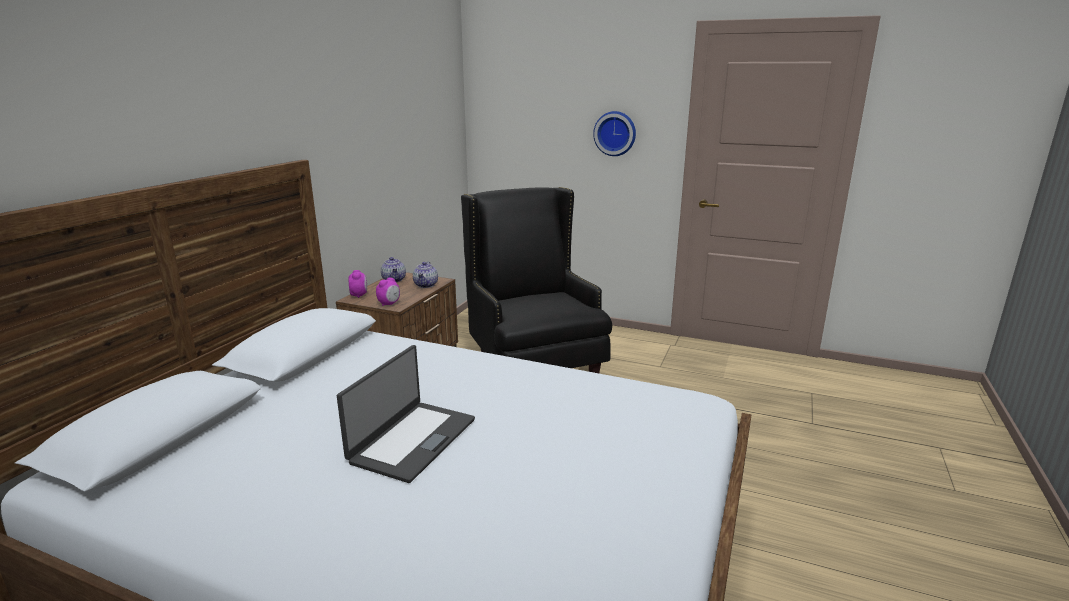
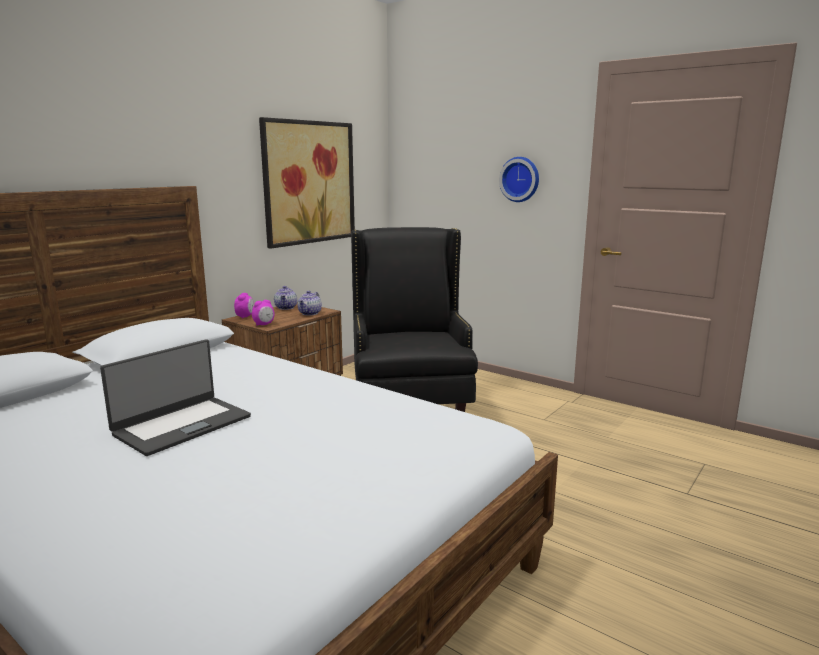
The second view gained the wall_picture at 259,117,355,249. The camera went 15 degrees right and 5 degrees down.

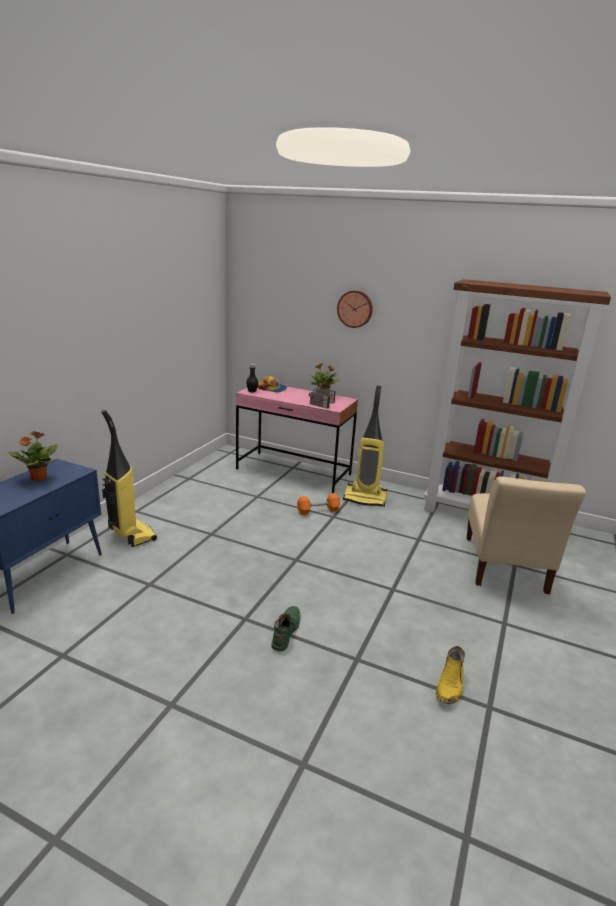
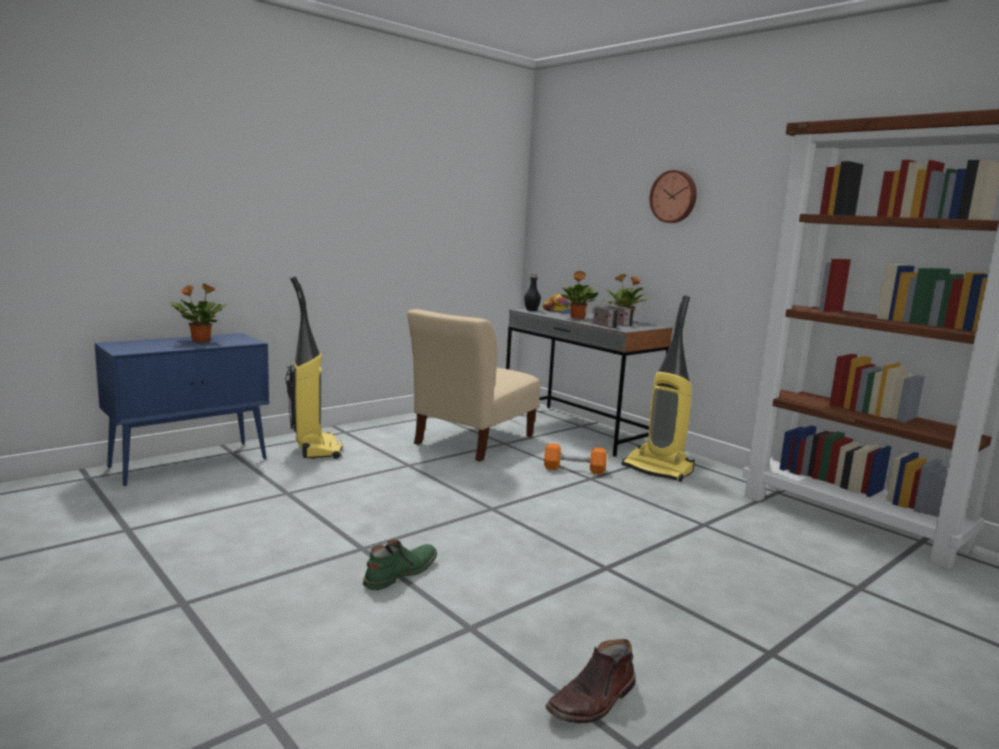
What was the pink_desk_table at 236,382,358,493 turned into the grey_desk_table at 506,308,673,457. What was the yellow-coloured_tall_boot at 436,646,465,704 turned into the brown-coloured_tall_boot at 546,639,636,723. The beige_chair ended up elsewhere, having gone from 467,477,586,594 to 407,309,540,461. The second view gained the houseplant at 560,271,598,319. The camera went 25 degrees right and 10 degrees down.

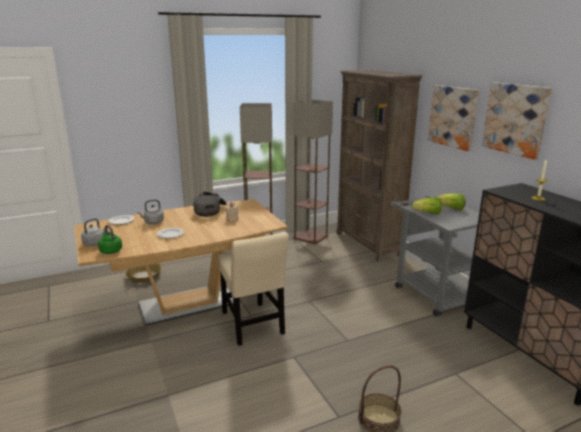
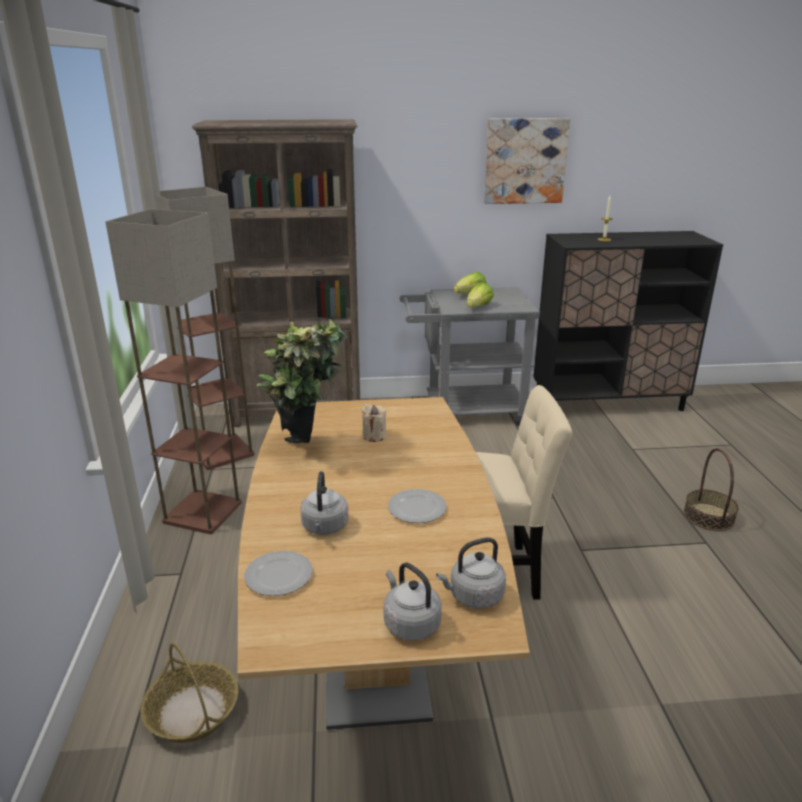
What was the greenish_tea_kettle at 98,225,122,254 turned into the grey_tea_kettle at 436,537,506,609. Where the stockpot stood at 192,192,227,217, the houseplant came to stand at 257,320,347,444. The second view lost the wall_picture at 428,85,479,151. The camera went 70 degrees left and 5 degrees up.

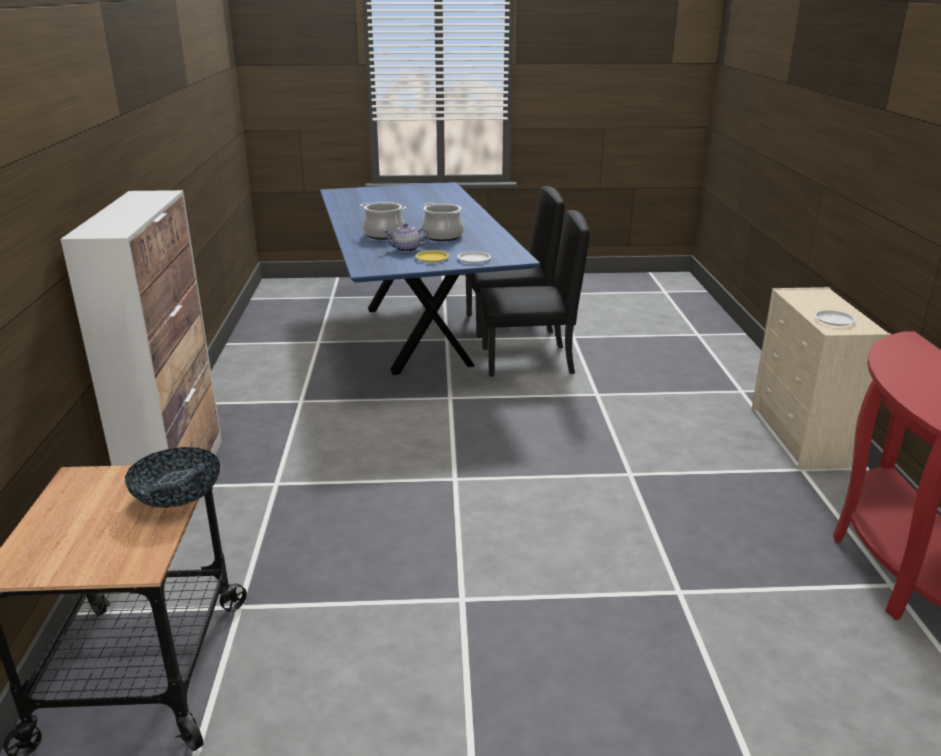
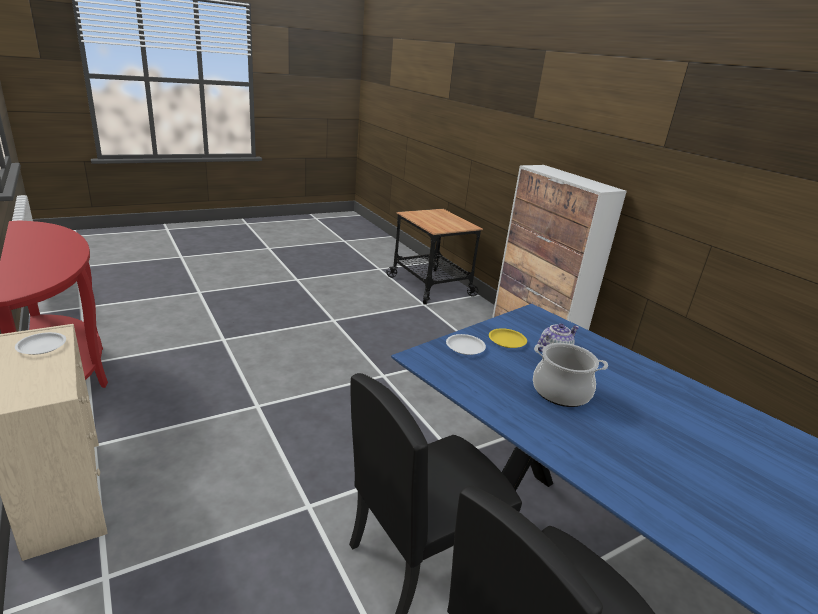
The second view lost the serving_bowl at 125,447,220,508. The second view lost the stockpot at 360,202,406,240. The camera went 150 degrees right and 0 degrees up.

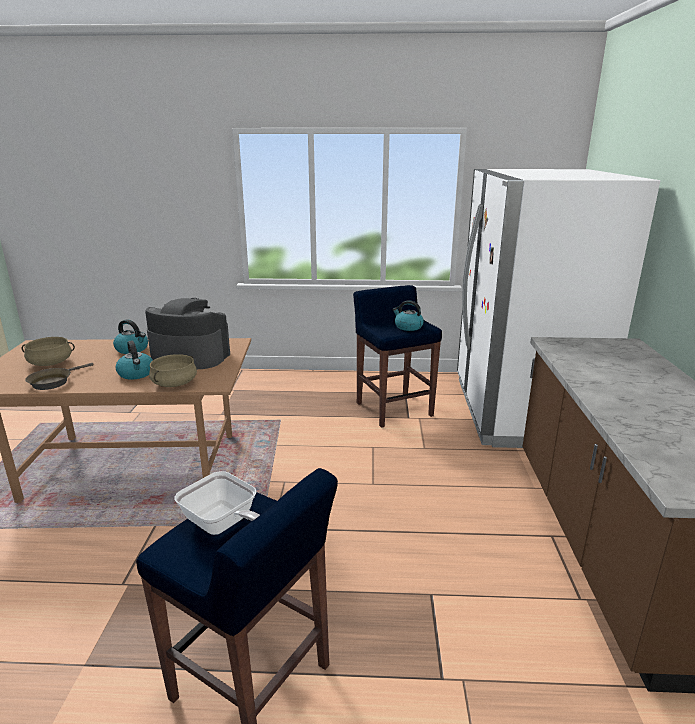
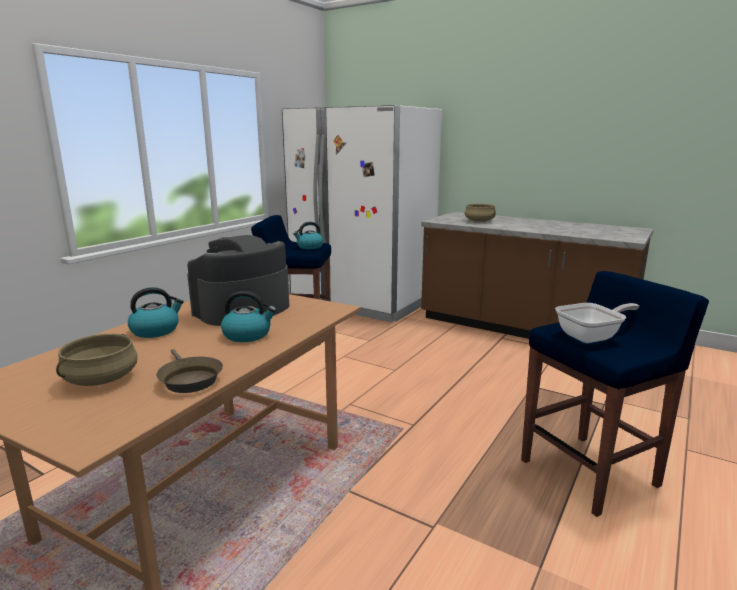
The beige_stockpot ended up elsewhere, having gone from 149,354,197,387 to 465,204,496,222. The camera went 60 degrees left and 5 degrees down.

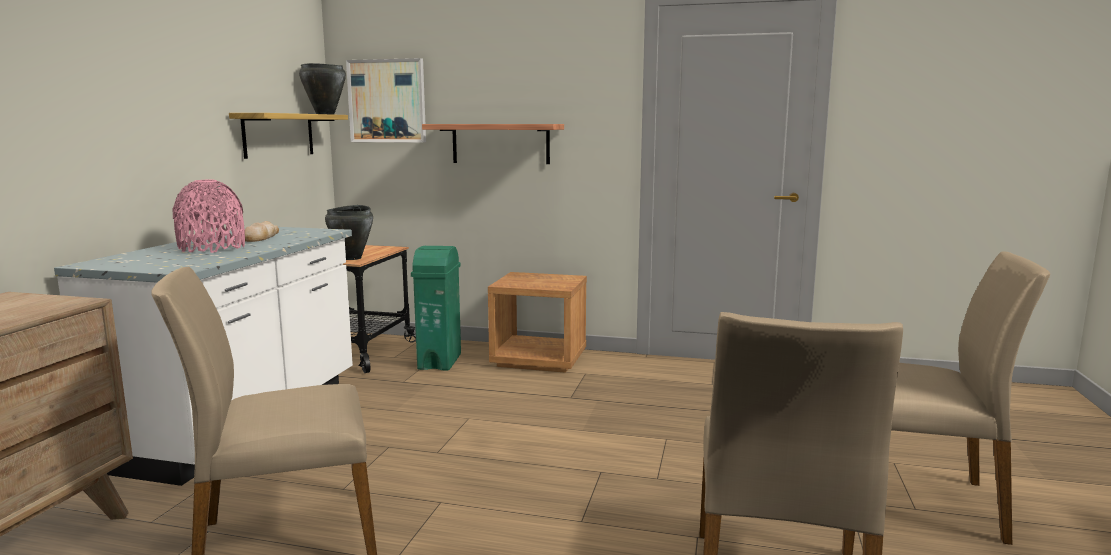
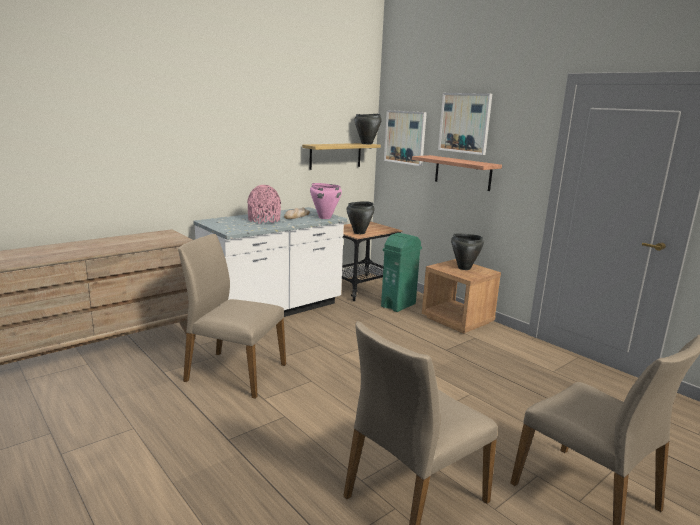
The second view gained the pink_stockpot at 310,183,342,219. The second view gained the wall_picture at 438,93,492,155. The second view gained the blackish_stockpot at 451,234,484,270. The camera went 35 degrees right and 5 degrees up.

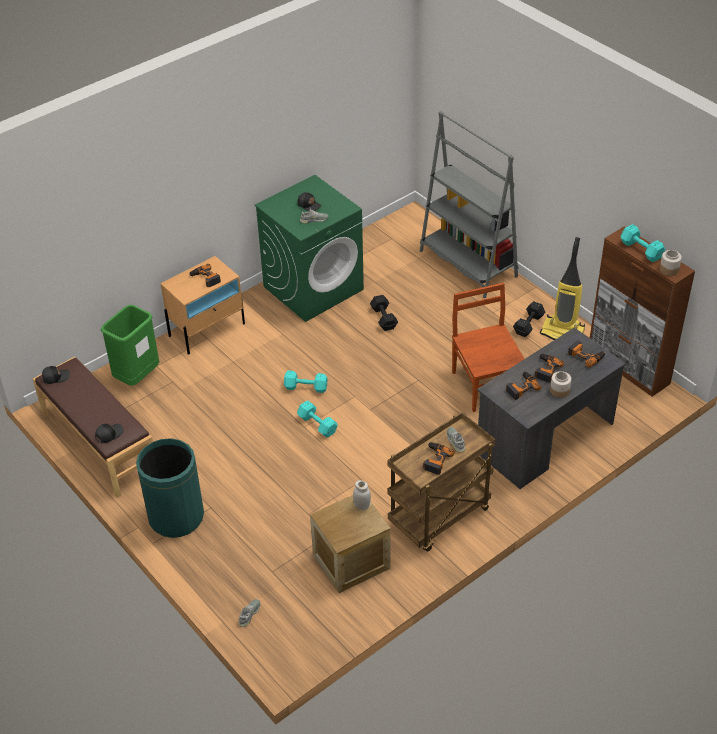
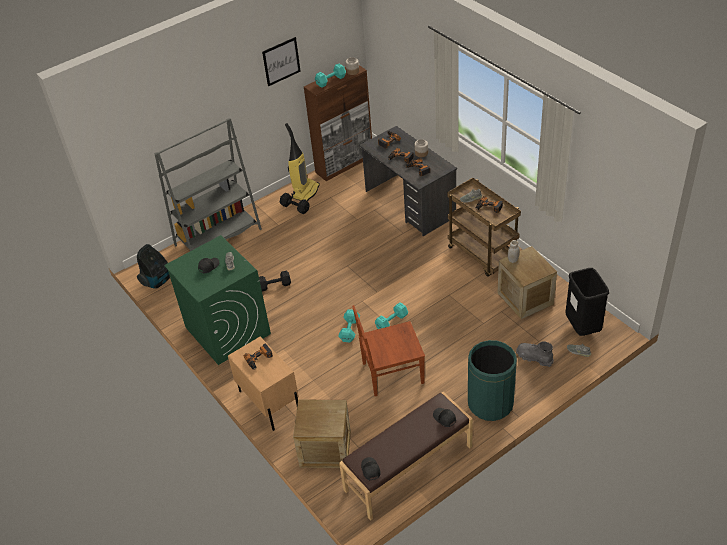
Where the greenish_rubbish_bin stood at 101,305,159,386, the shipping_crate came to stand at 293,400,351,468. The brown-coloured_chair ended up elsewhere, having gone from 452,283,524,412 to 352,305,425,396. The second view gained the vacuum_cleaner at 137,244,170,289. The second view gained the wall_picture at 262,37,301,86. The second view gained the grey_tall_boot at 516,341,554,367. The second view gained the blackish_rubbish_bin at 566,268,609,336. The camera went 85 degrees left and 0 degrees up.

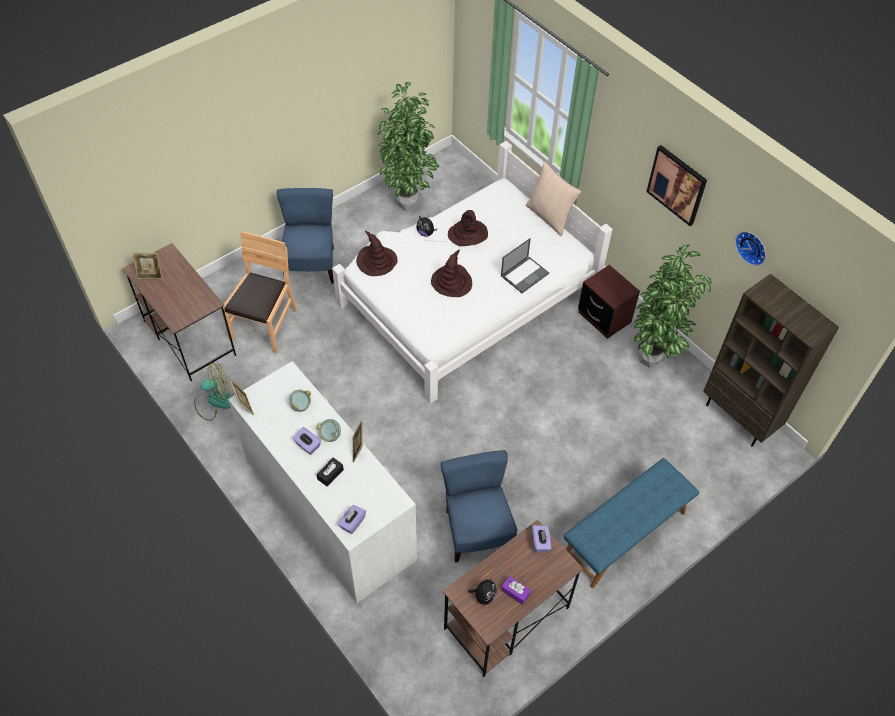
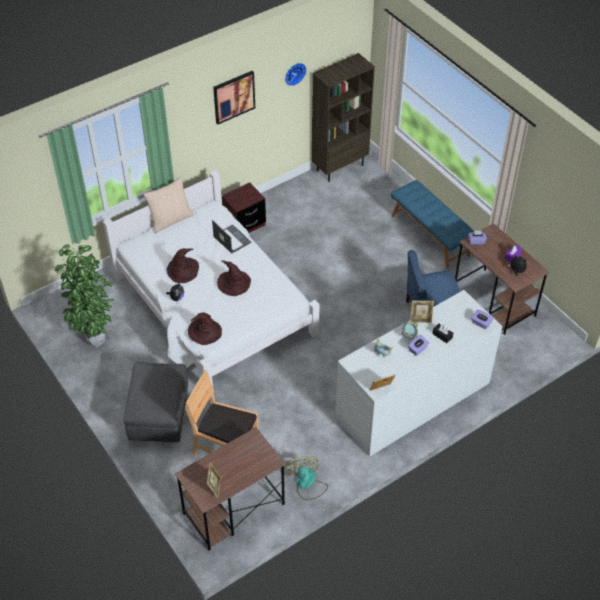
Where the blue-coloured_chair stood at 277,188,334,284, the grey_ottoman came to stand at 123,362,188,442. The second view lost the houseplant at 634,244,712,368. The camera went 85 degrees left and 5 degrees down.

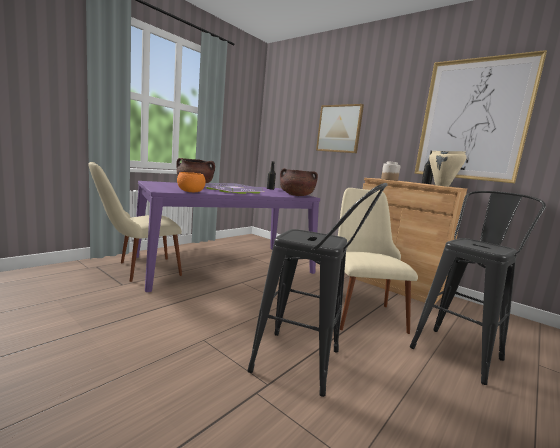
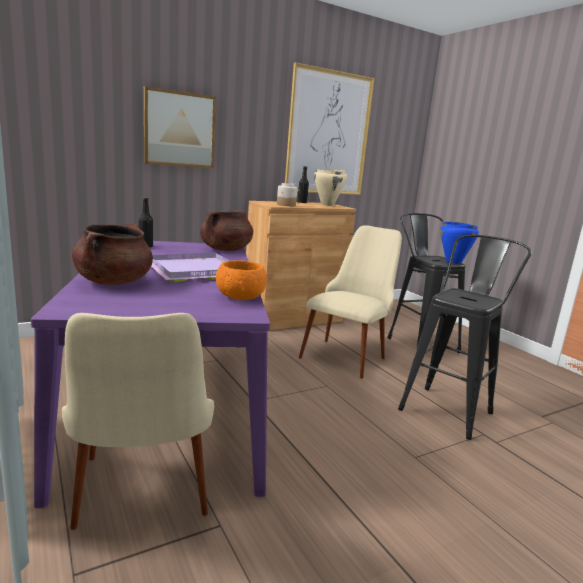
The beige_chair at 338,188,418,334 ended up facing another way, 105 degrees clockwise from before. The second view gained the blue-coloured_stockpot at 440,222,479,264. The camera went 70 degrees left and 5 degrees up.

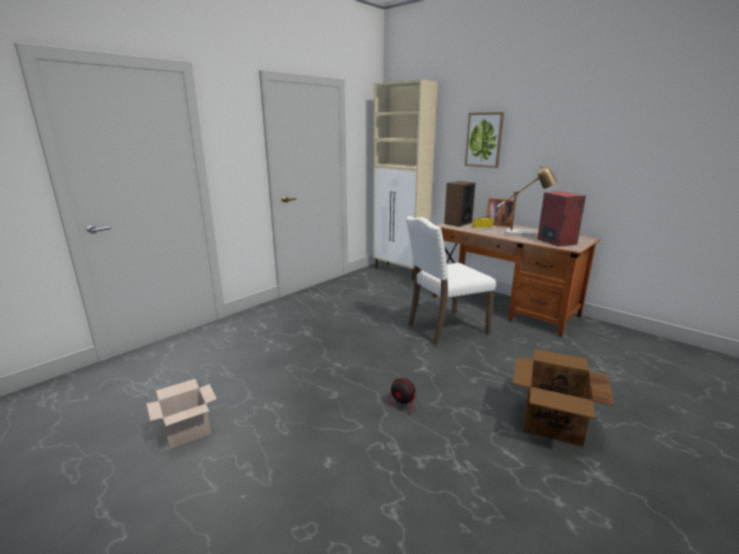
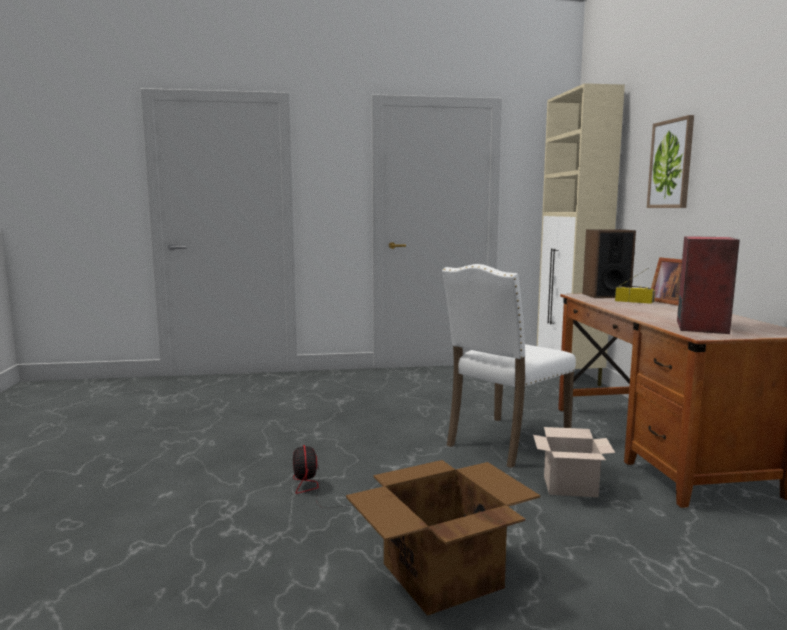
The cardboard_box ended up elsewhere, having gone from 146,379,217,449 to 533,427,615,497. The white_chair at 405,216,496,346 ended up facing another way, 60 degrees counterclockwise from before. The second view lost the tabletop_lamp at 497,166,557,237. The camera went 40 degrees right and 10 degrees down.

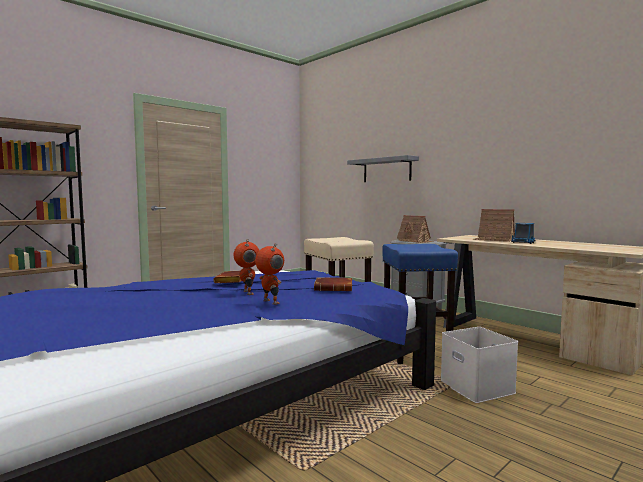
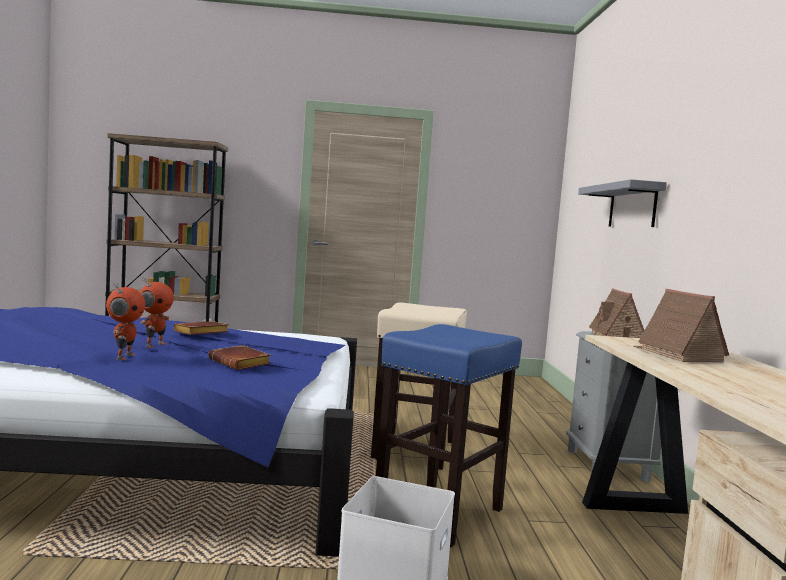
The second view lost the model_truck at 511,223,535,244. The camera went 40 degrees right and 0 degrees up.

